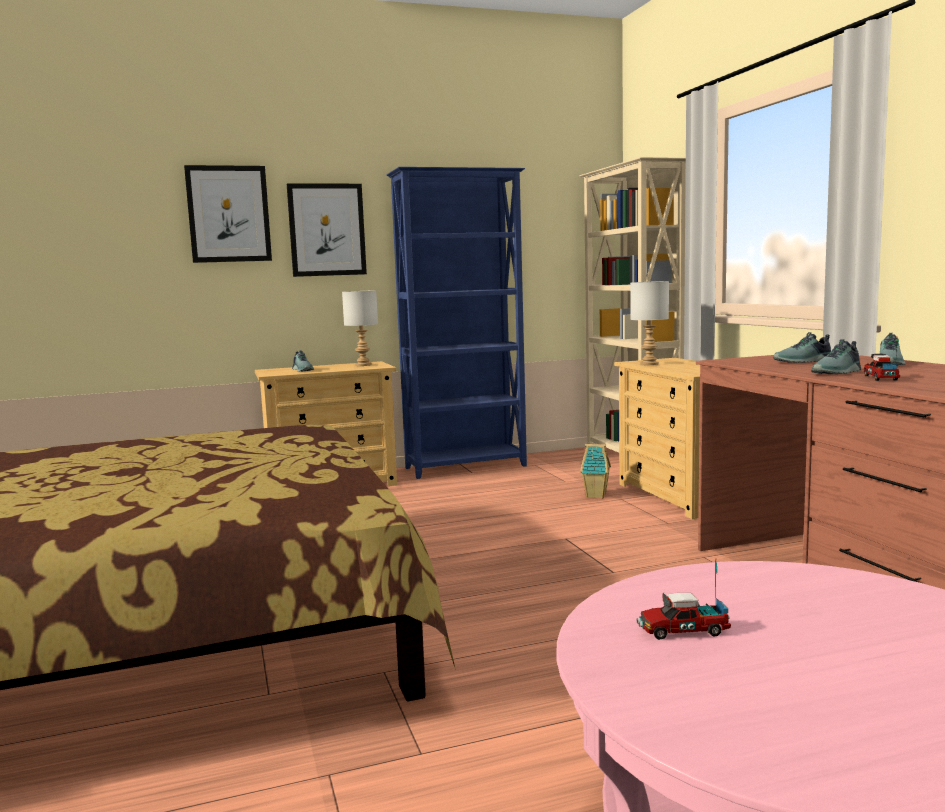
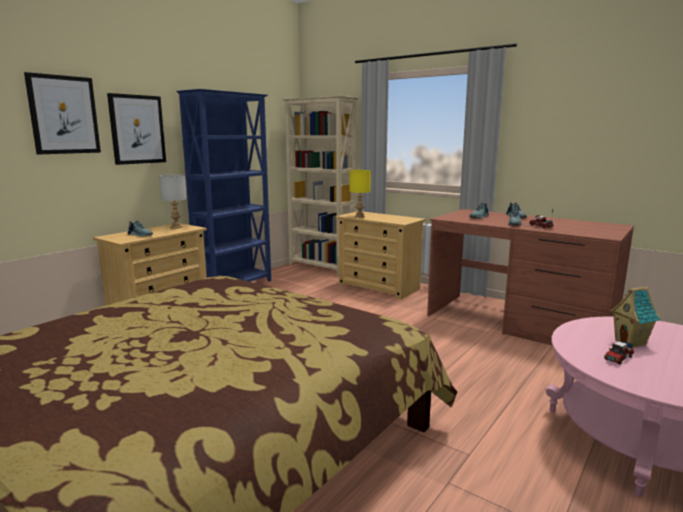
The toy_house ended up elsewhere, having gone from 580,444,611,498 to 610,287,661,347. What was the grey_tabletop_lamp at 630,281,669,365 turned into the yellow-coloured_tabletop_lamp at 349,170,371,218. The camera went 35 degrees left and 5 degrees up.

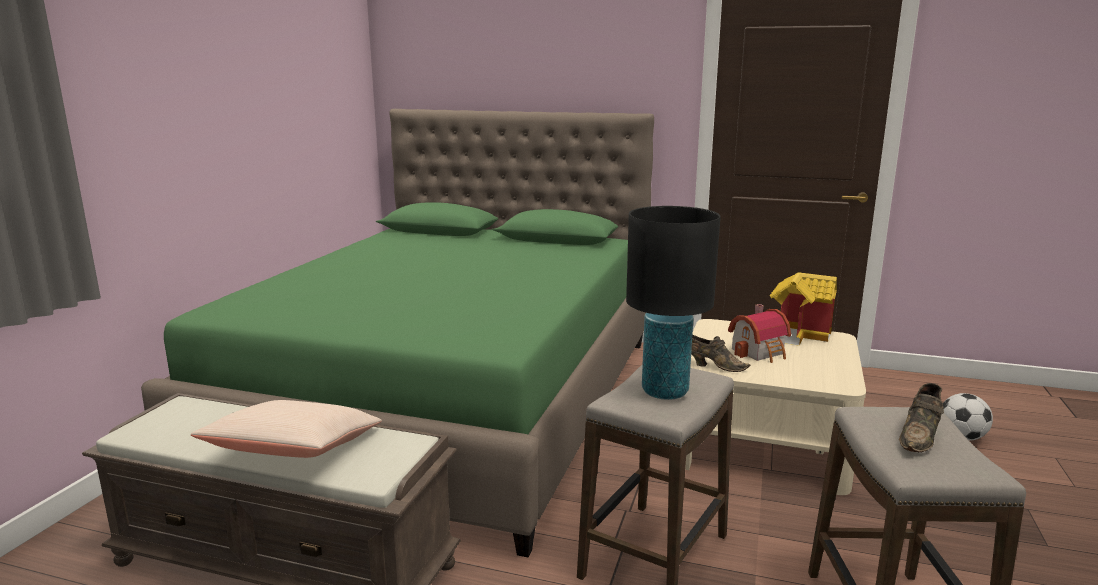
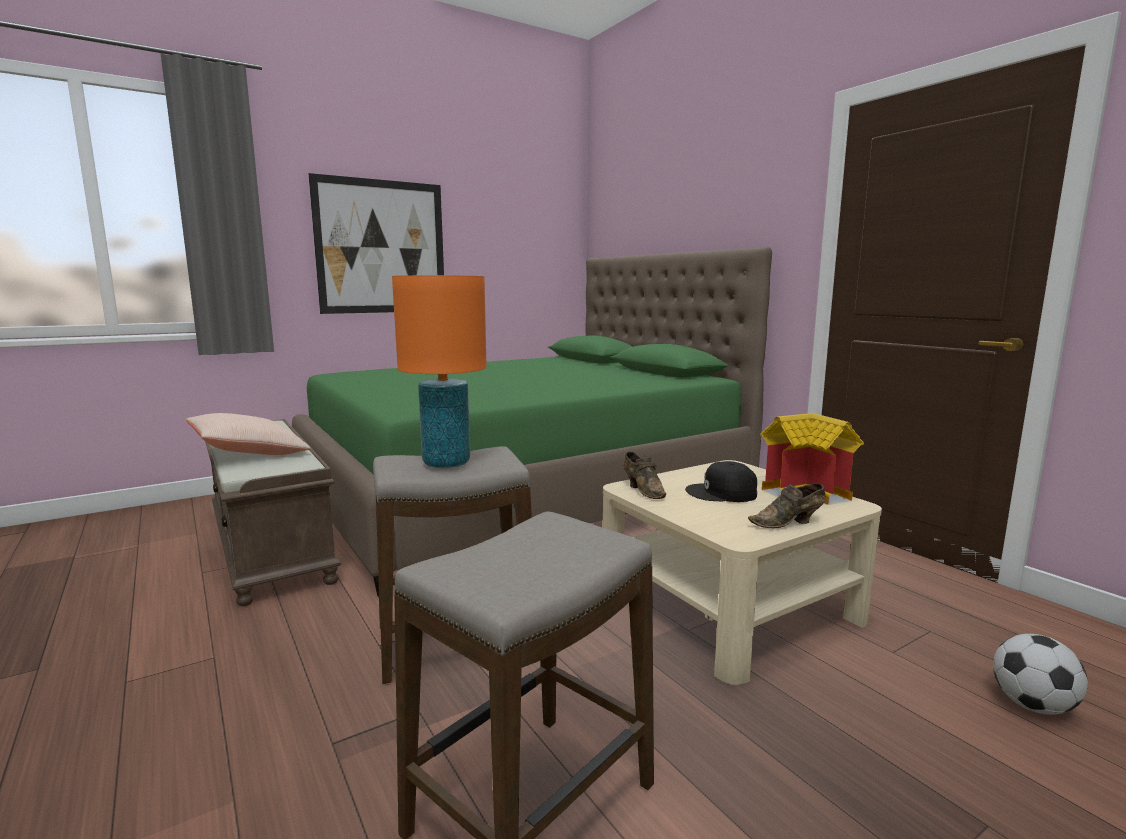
What was the blackish_tabletop_lamp at 626,206,721,400 turned into the orange-coloured_tabletop_lamp at 392,275,487,468. Where the toy_house stood at 728,304,791,363, the blackish_baseball_cap came to stand at 685,461,757,502. The brown-coloured_item_of_footwear ended up elsewhere, having gone from 899,383,944,452 to 748,483,826,528. The second view gained the wall_picture at 308,173,444,314. The camera went 40 degrees right and 5 degrees down.

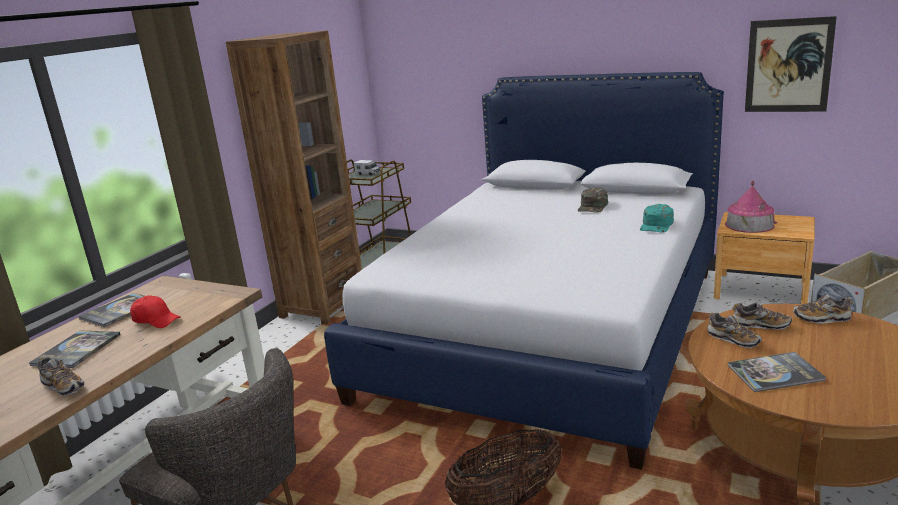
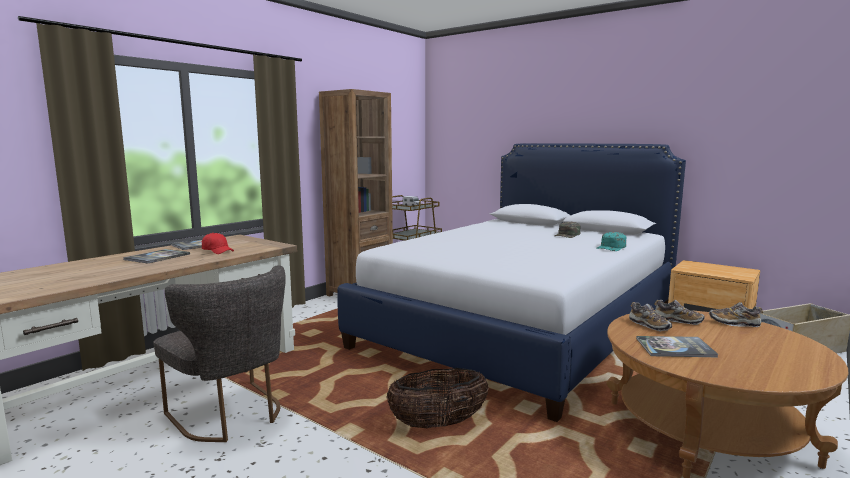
The second view lost the item_of_footwear at 38,357,84,396. The second view lost the toy_house at 725,181,777,233. The second view lost the wall_picture at 745,16,837,112. The camera went 10 degrees right and 10 degrees down.

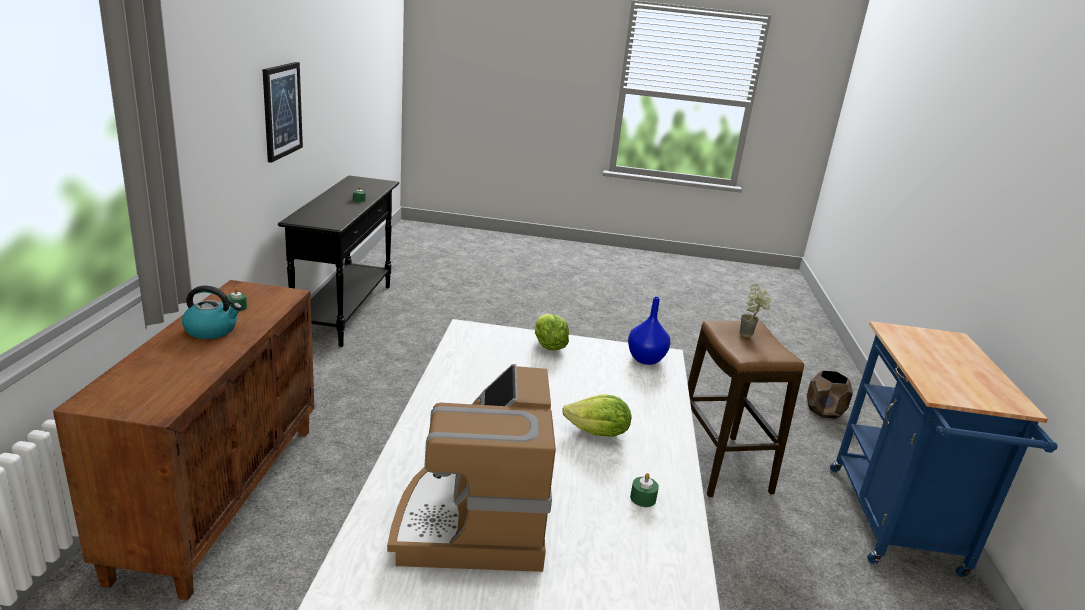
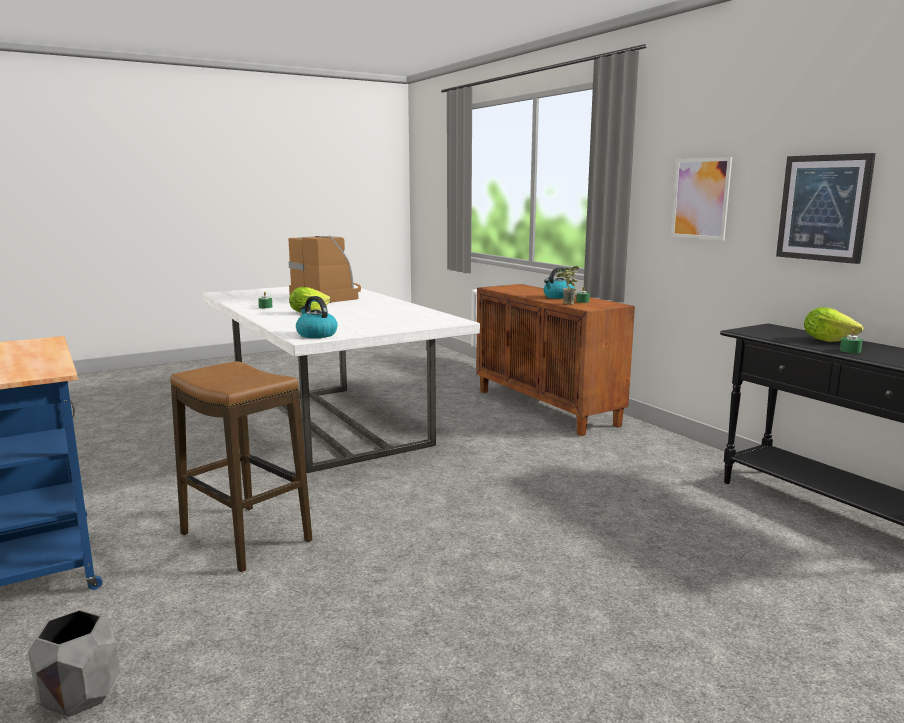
The lettuce_head ended up elsewhere, having gone from 535,314,569,351 to 804,307,864,342. Where the blue-coloured_flower_vase stood at 628,297,670,365, the tea_kettle came to stand at 296,296,338,338. The houseplant ended up elsewhere, having gone from 740,284,771,337 to 557,266,579,305. What was the brown-coloured_planter at 807,370,853,419 turned into the grey_planter at 28,610,120,717. The second view gained the wall_picture at 671,157,732,240. The camera went 145 degrees right and 10 degrees down.

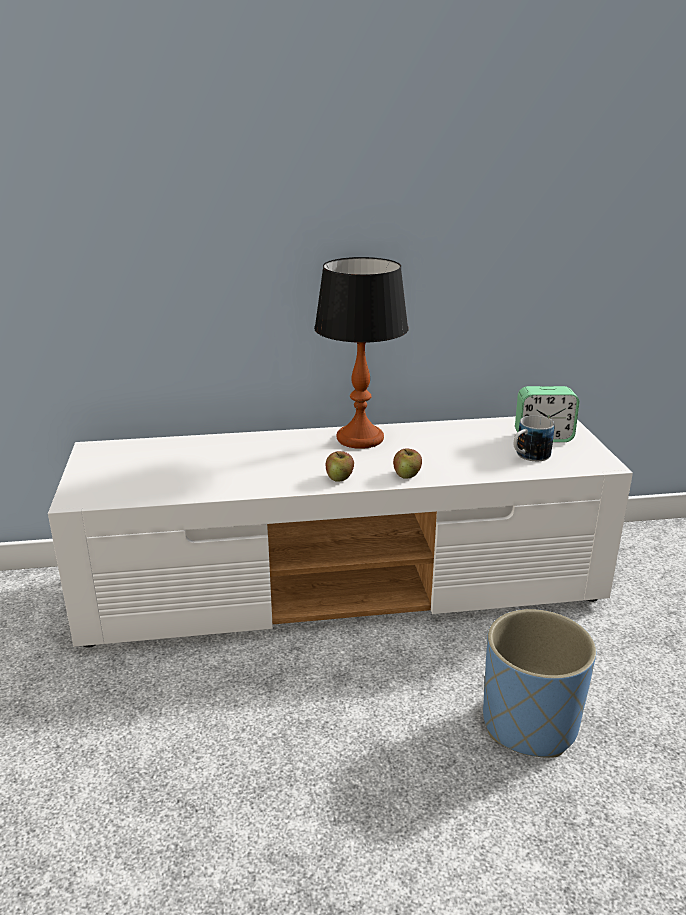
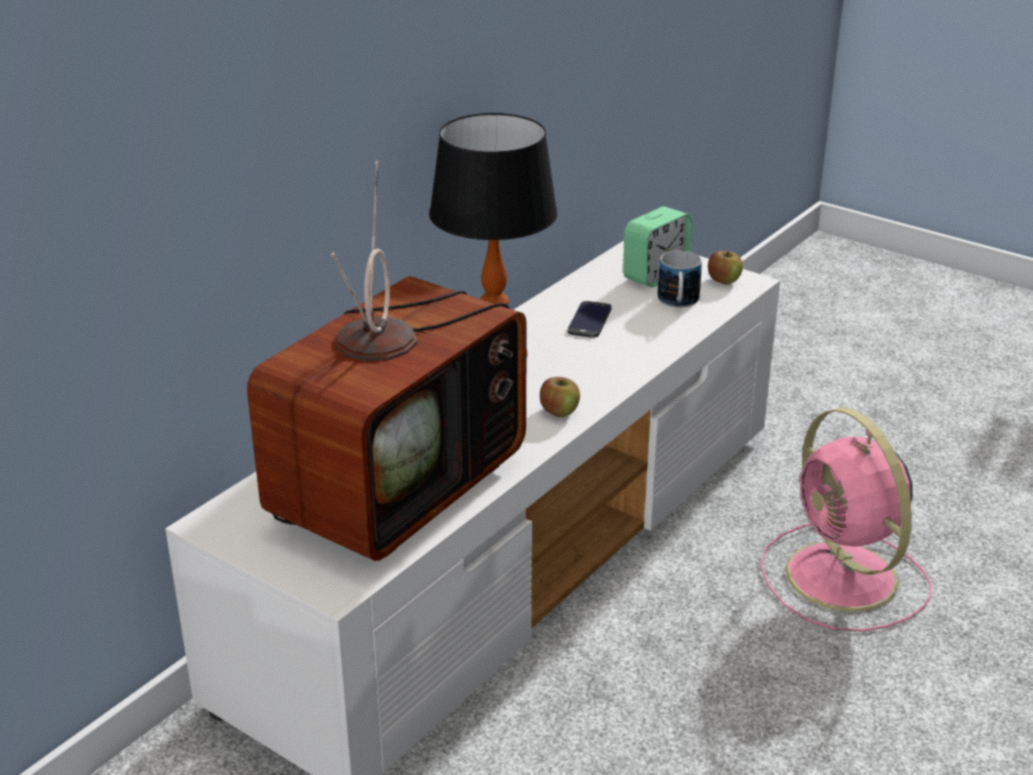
The apple ended up elsewhere, having gone from 393,448,422,479 to 708,251,743,285. Where the blue-coloured_planter stood at 483,609,596,758, the pink_fan came to stand at 760,408,932,632. The second view gained the TV at 247,160,527,561. The second view gained the phone at 567,301,612,338. The camera went 45 degrees left and 5 degrees up.

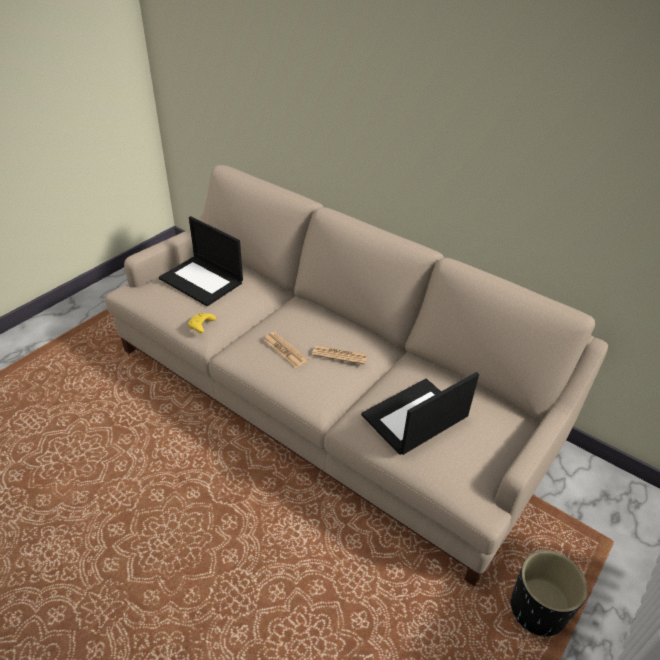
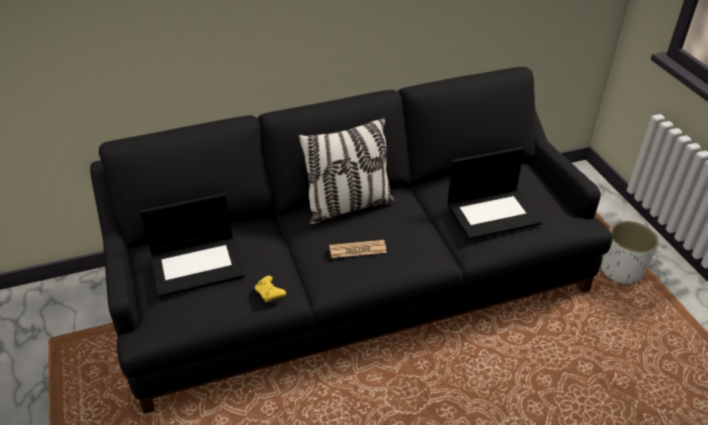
What was the beige_settee at 105,165,608,586 turned into the blackish_settee at 90,67,613,414. The second view lost the newspaper at 312,346,367,365. The laptop at 361,372,479,455 ended up facing another way, 105 degrees counterclockwise from before. What was the blackish_planter at 511,550,587,637 turned into the white_planter at 601,221,658,285. The second view gained the throw_pillow at 297,117,394,225. The camera went 55 degrees left and 0 degrees up.

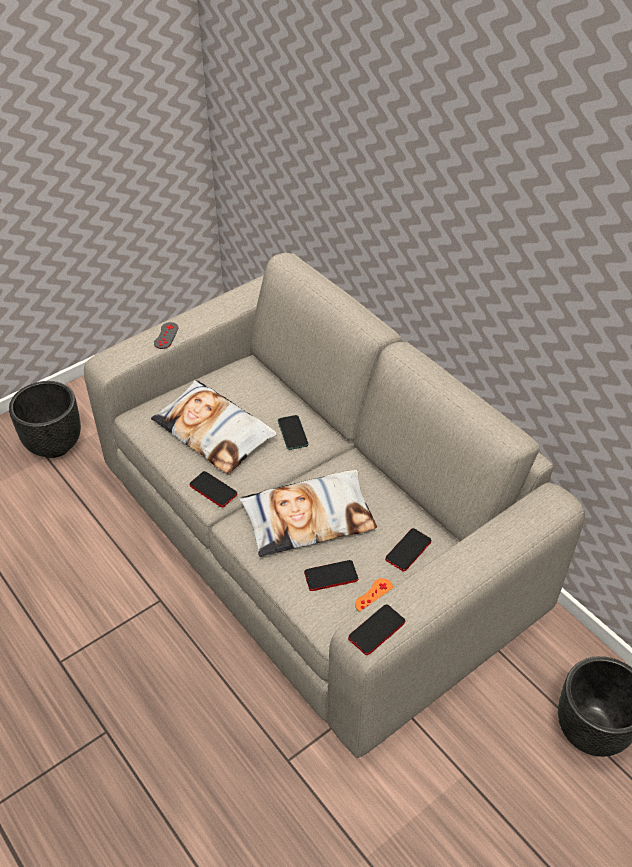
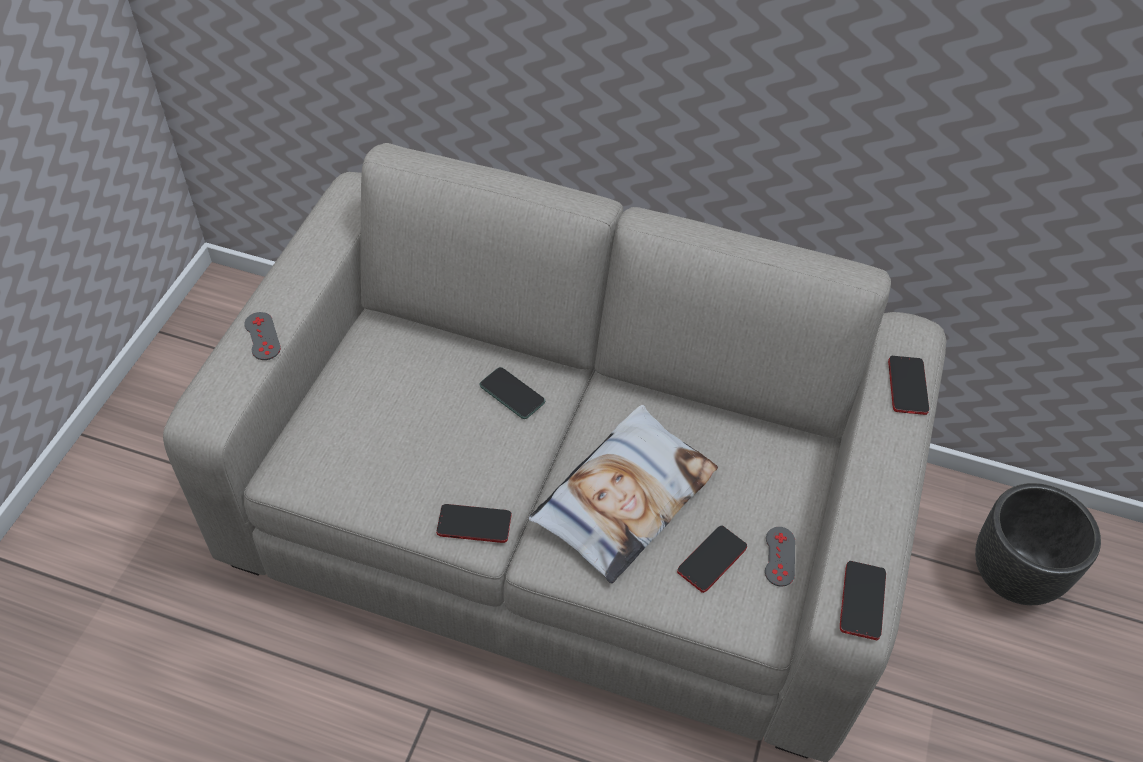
The second view lost the blackish_planter at 9,381,81,458. The second view lost the throw_pillow at 151,380,277,474. What was the orange-coloured_game_controller at 355,578,393,612 turned into the grey_game_controller at 765,527,795,587. The phone ended up elsewhere, having gone from 385,528,431,572 to 888,356,929,415. The camera went 35 degrees left and 5 degrees up.

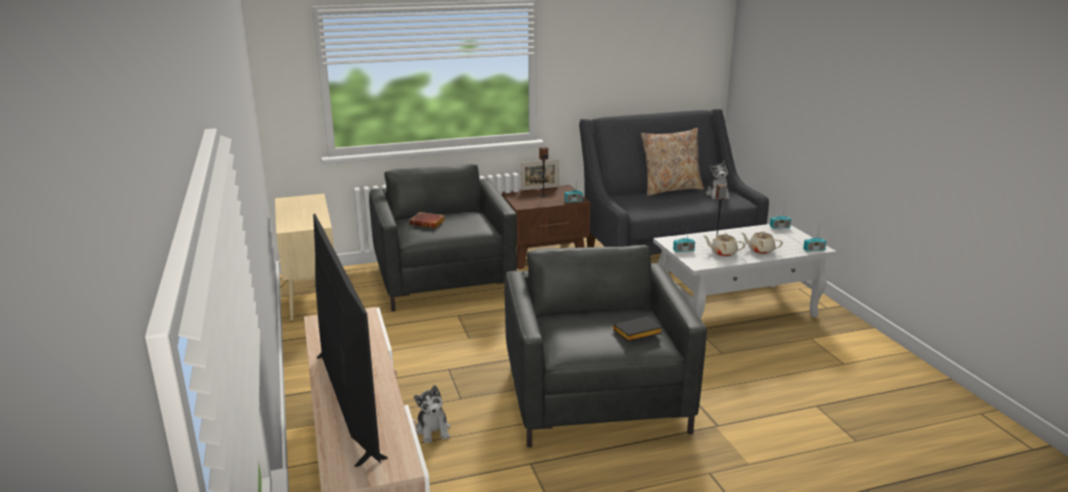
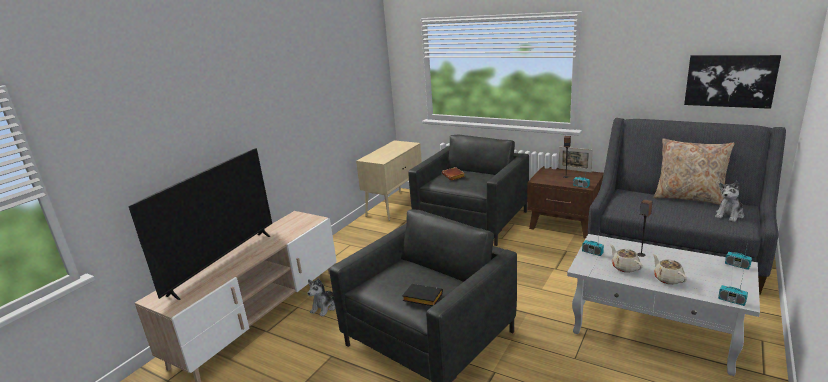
The second view gained the wall_picture at 684,55,781,109. The camera went 50 degrees right and 0 degrees up.

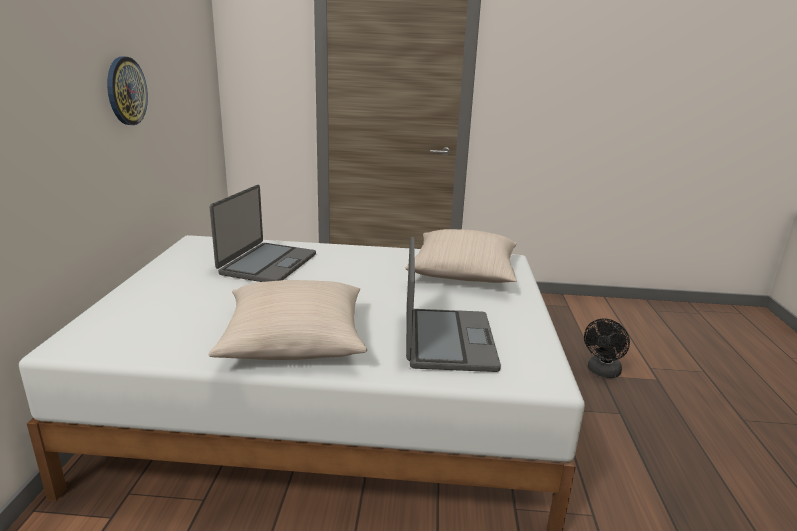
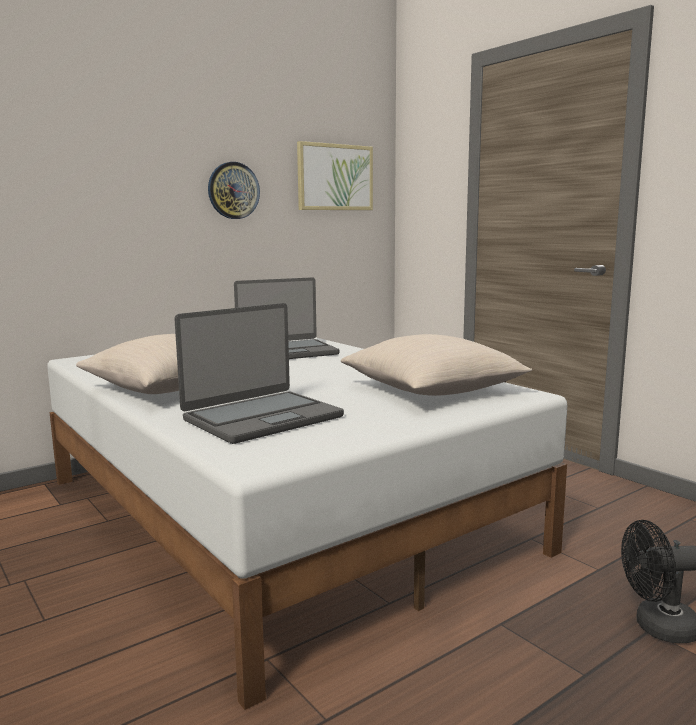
The second view gained the wall_picture at 297,141,373,210. The camera went 50 degrees right and 10 degrees down.

